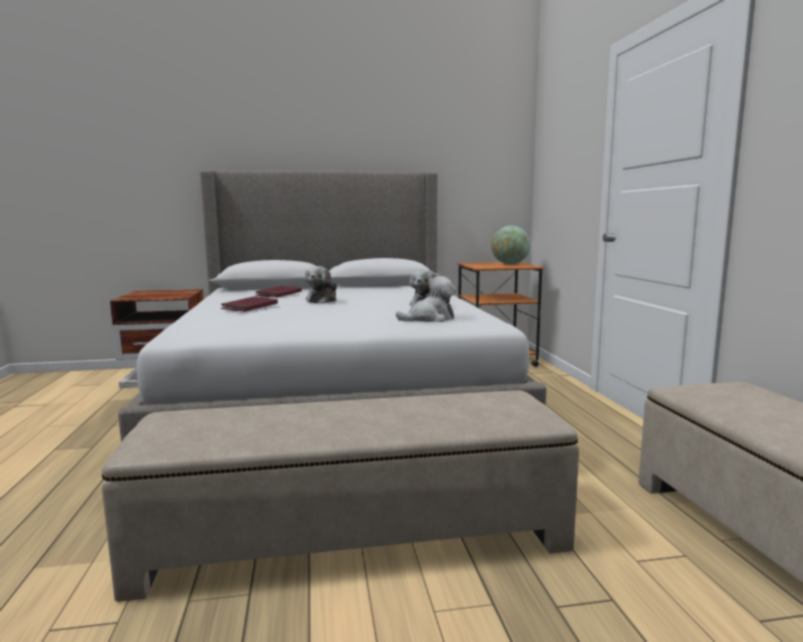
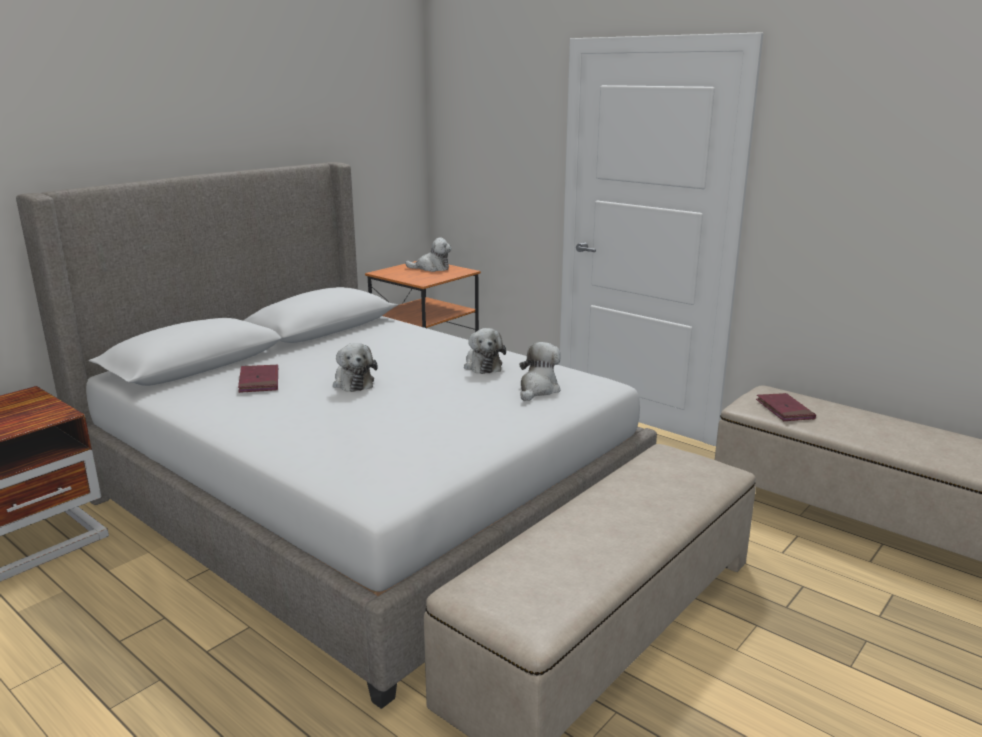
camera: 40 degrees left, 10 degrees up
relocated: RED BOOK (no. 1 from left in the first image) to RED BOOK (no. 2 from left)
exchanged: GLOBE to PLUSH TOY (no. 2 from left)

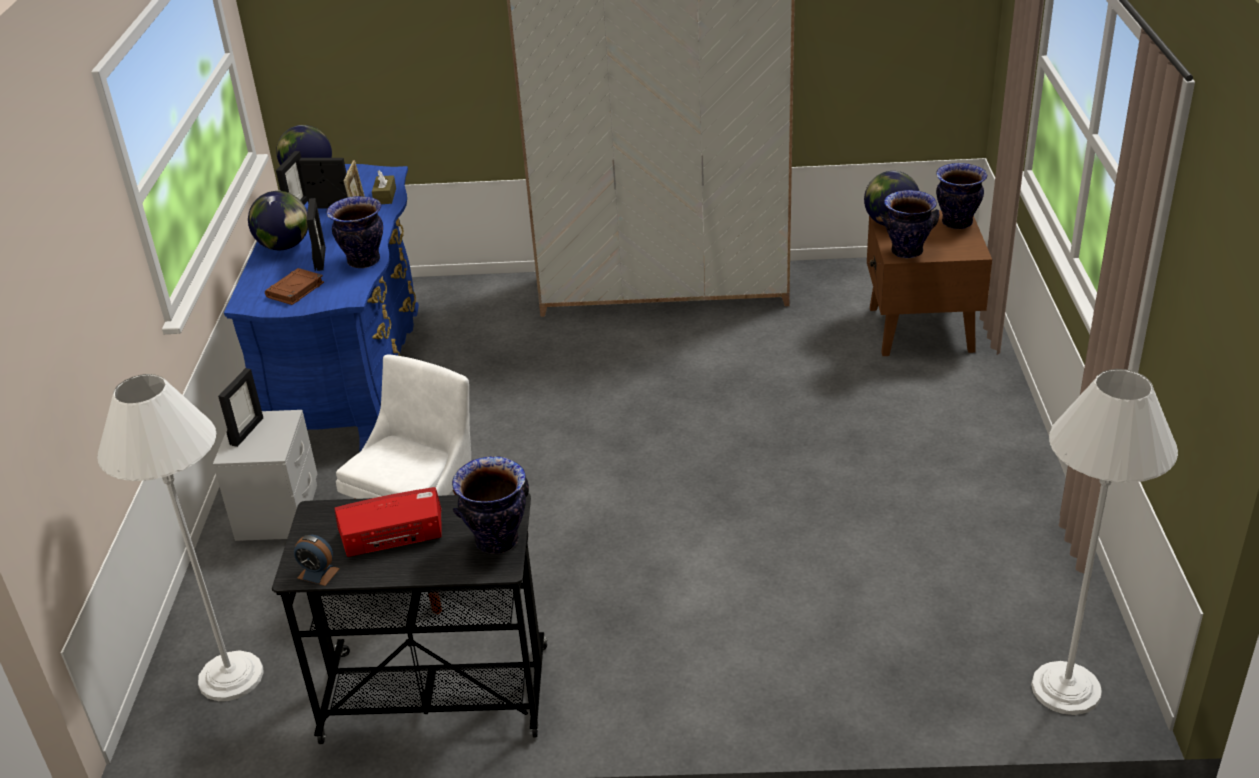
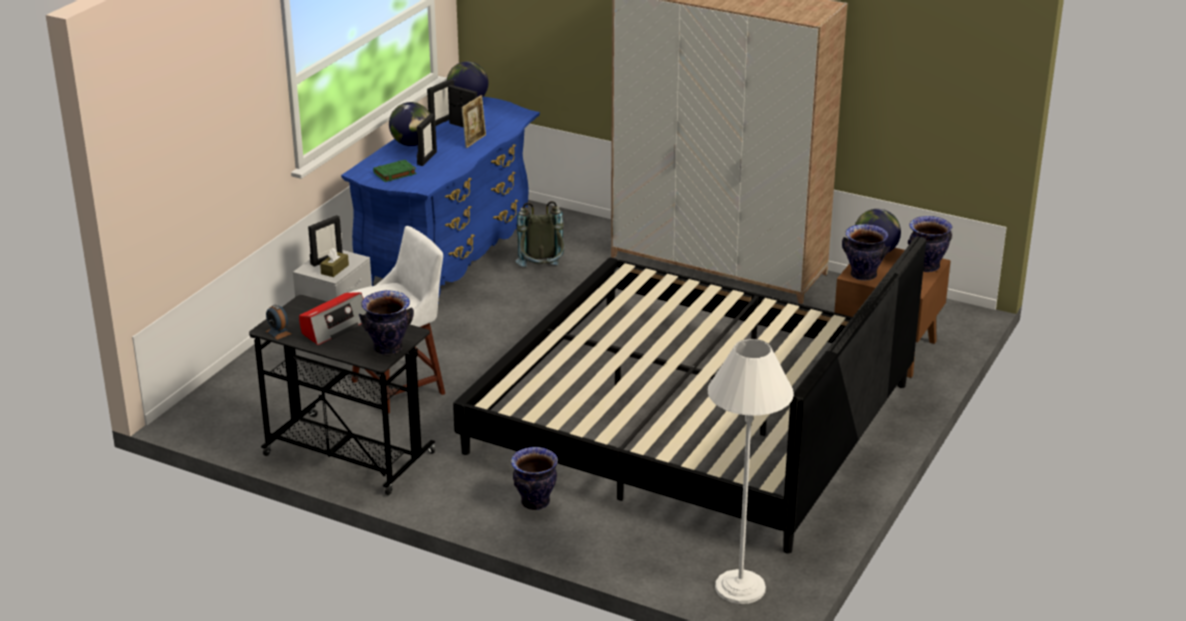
camera: 25 degrees right, 5 degrees down
missing: WHITE FLOOR LAMP (no. 1 from left)
appeared: BED; GREY BACKPACK
relocated: BROWN TISSUE BOX; VASE (no. 1 from left in the first image) to VASE (no. 2 from left)
colour: BROWN BOOK to GREEN BOOK
spun: RADIO 120 degrees clockwise

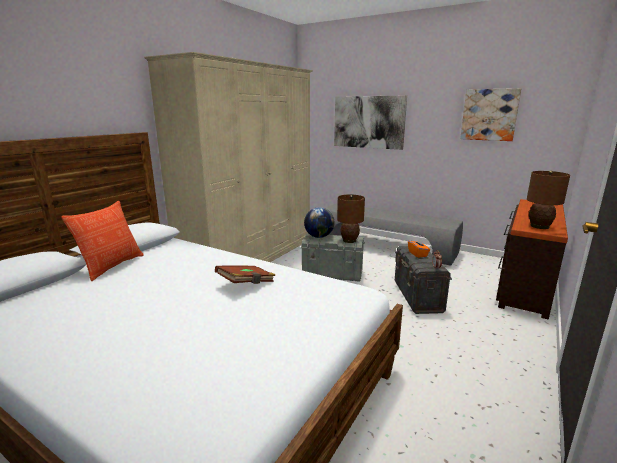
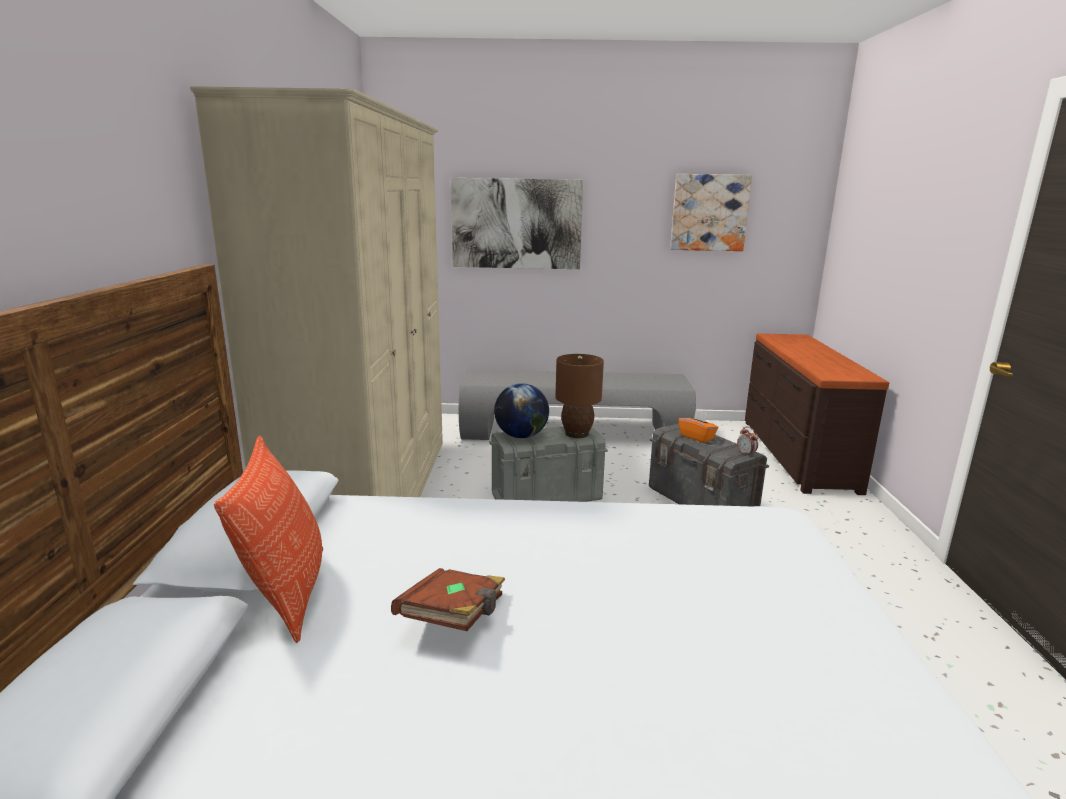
camera: 30 degrees left, 0 degrees up
missing: BROWN TABLE LAMP (no. 2 from left)
relocated: BROWN BOOK

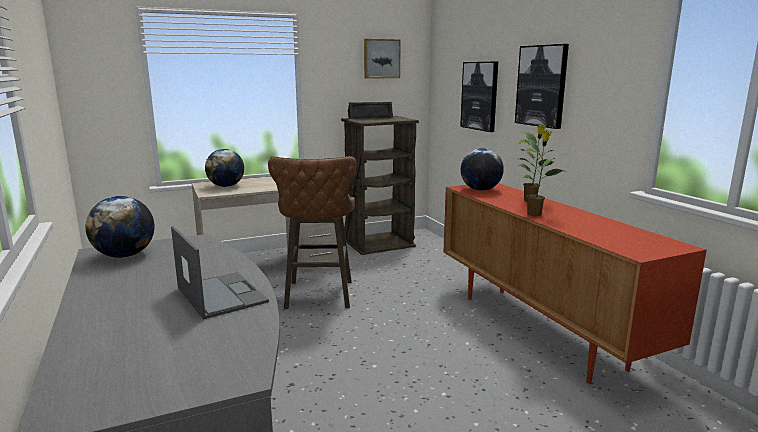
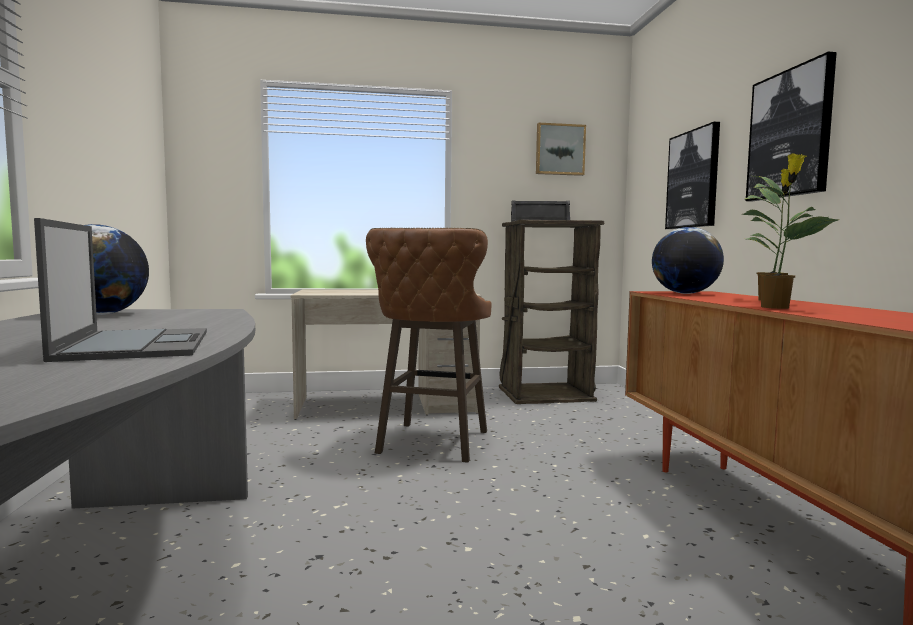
camera: 15 degrees right, 10 degrees down
missing: GLOBE (no. 2 from left)

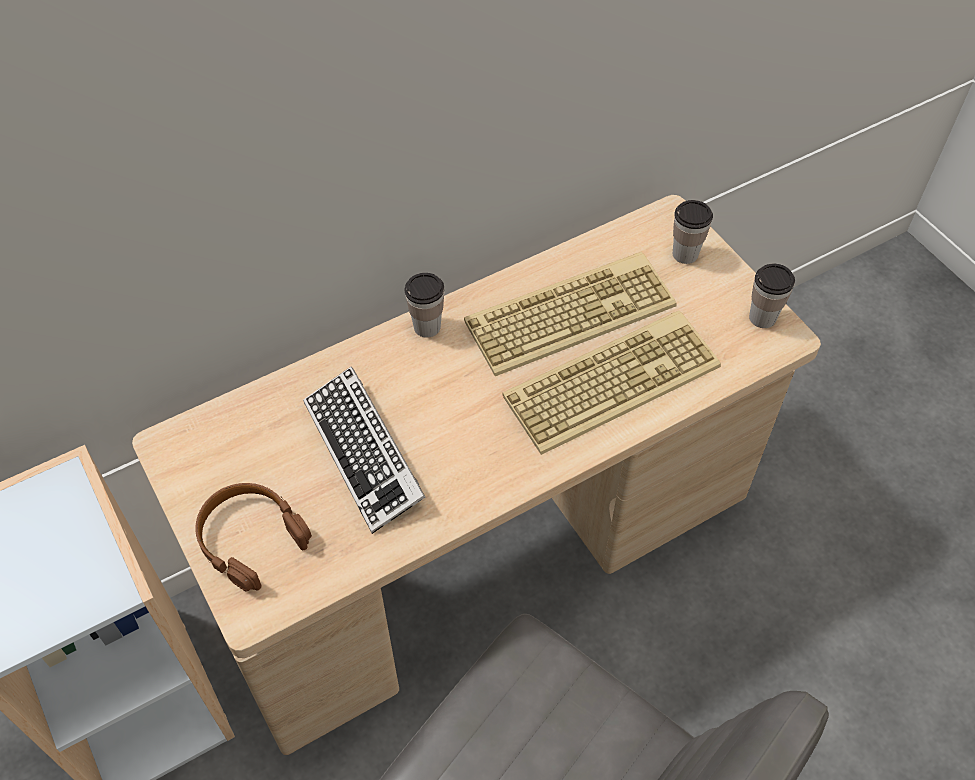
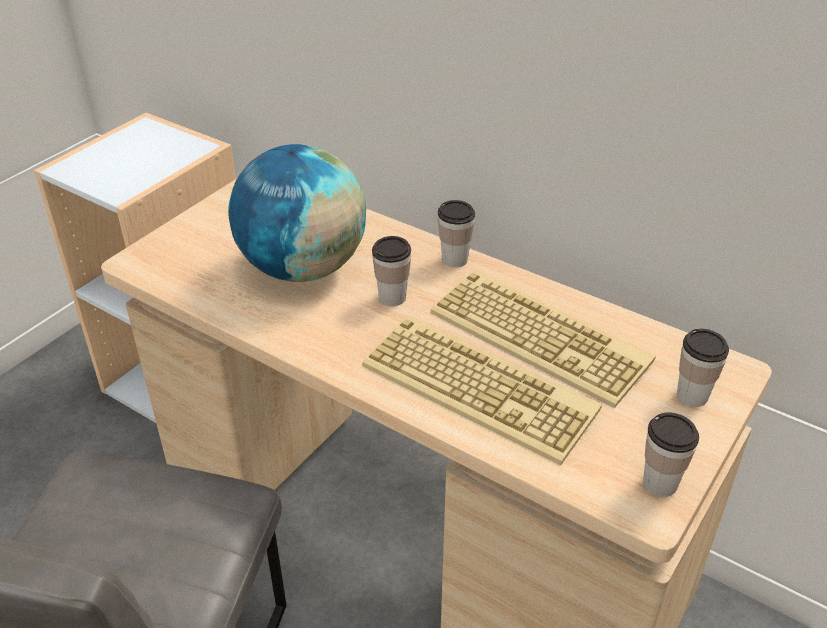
camera: 65 degrees right, 15 degrees down
missing: BROWN HEADPHONES
appeared: CUP (no. 1 from left)
exchanged: KEYBOARD (no. 1 from left) to GLOBE

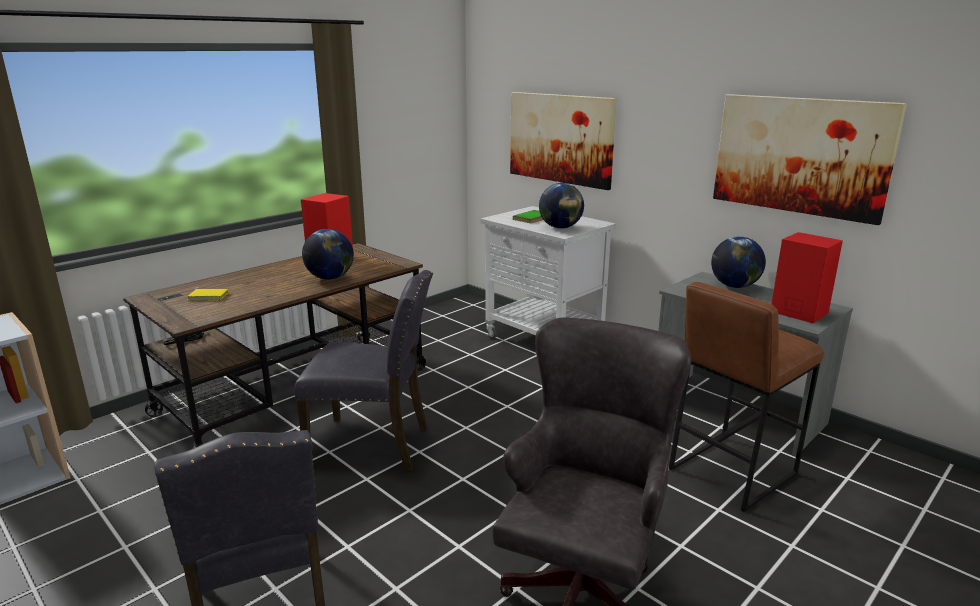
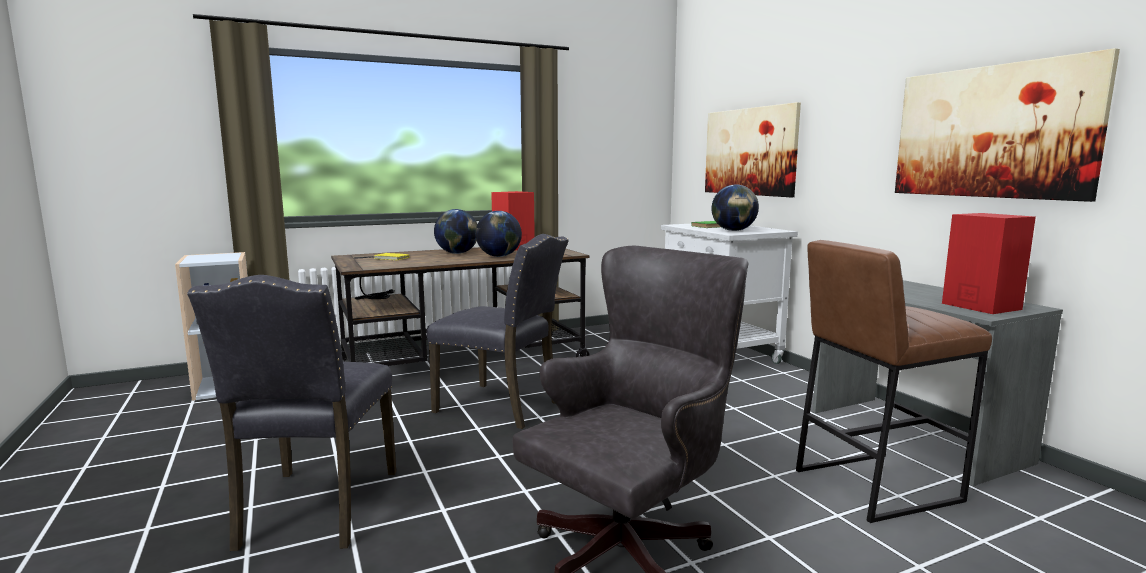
camera: 20 degrees right, 10 degrees down
relocated: GLOBE (no. 3 from left in the first image) to GLOBE (no. 1 from left)

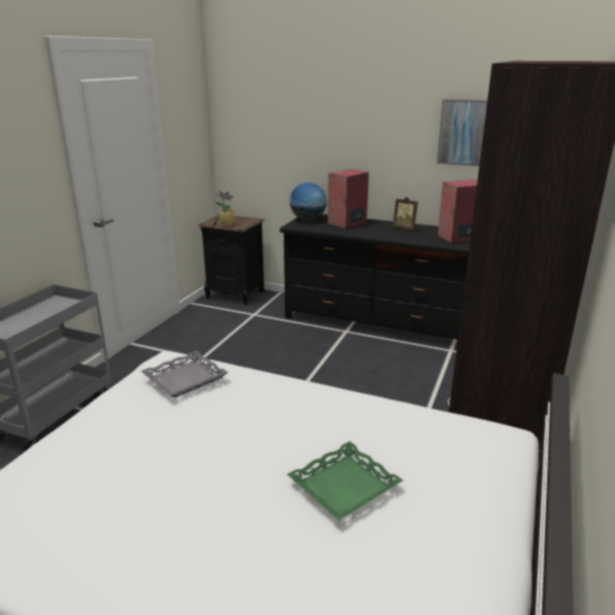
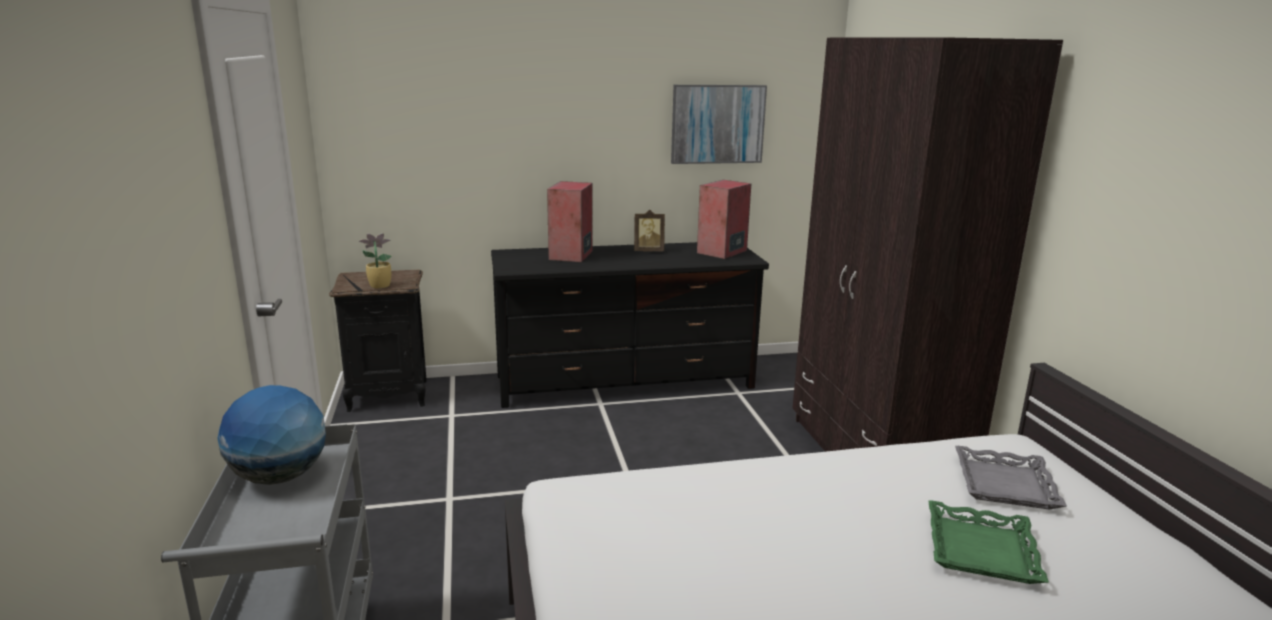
camera: 35 degrees left, 5 degrees down
relocated: GLOBE; GREY TRAY

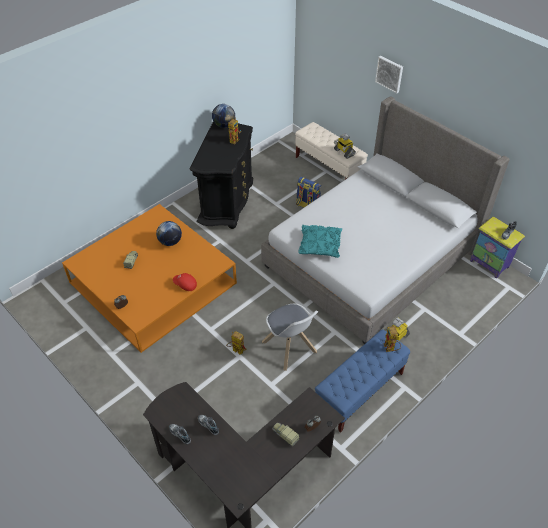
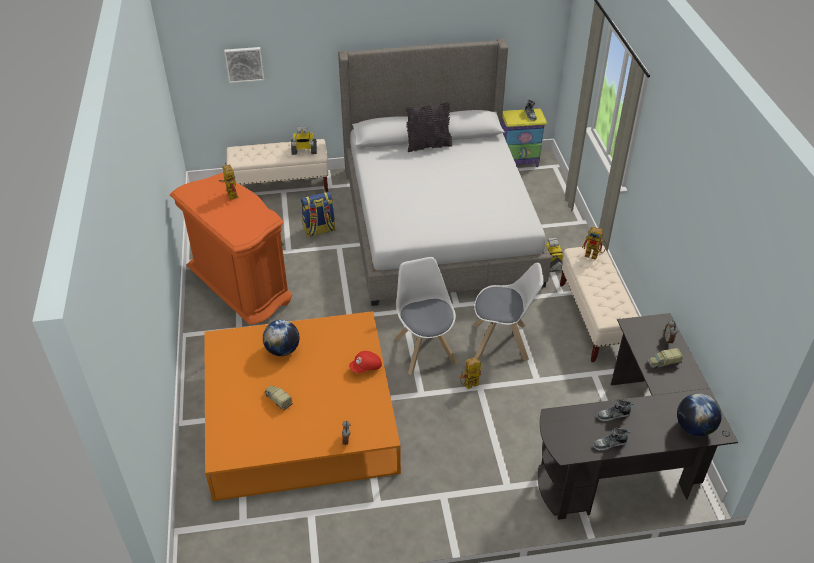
camera: 55 degrees left, 5 degrees down
missing: TURQUOISE PILLOW
appeared: CHAIR (no. 1 from left); BLACK PILLOW
relocated: PICTURE; GLOBE (no. 2 from left)
colour: BLACK DRESSER to ORANGE DRESSER; BLUE BENCH to BEIGE BENCH (no. 2 from left)

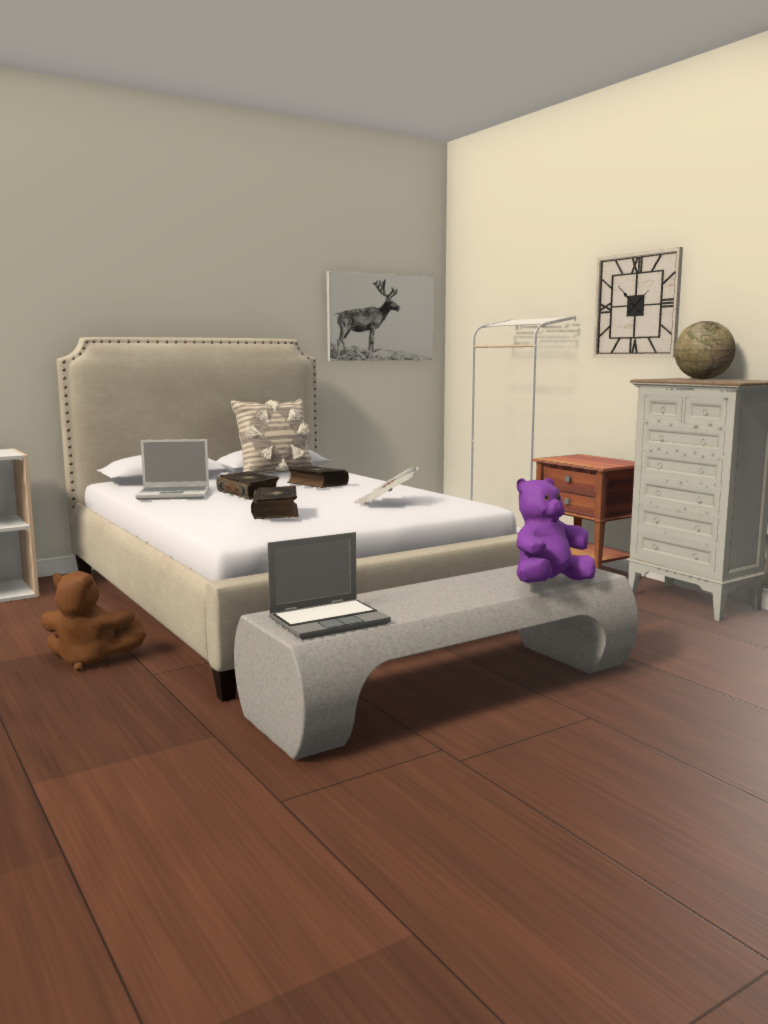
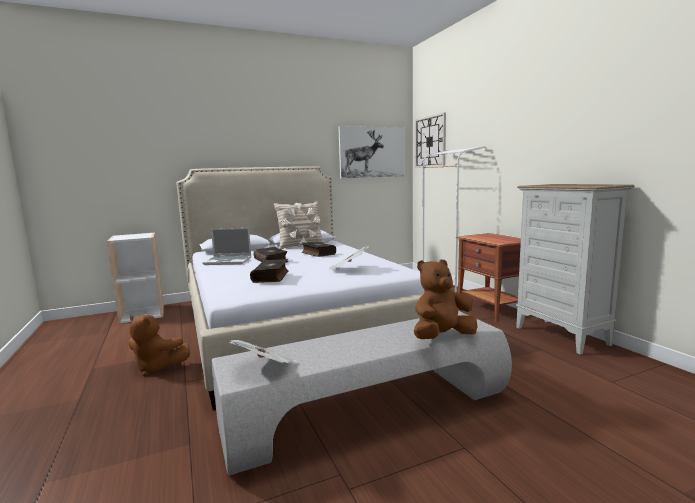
camera: 10 degrees right, 0 degrees up
missing: GLOBE
relocated: WALL CLOCK
exchanged: LAPTOP (no. 2 from left) to NEWSPAPER (no. 1 from left)
colour: PURPLE PLUSH TOY to BROWN PLUSH TOY (no. 2 from left)

